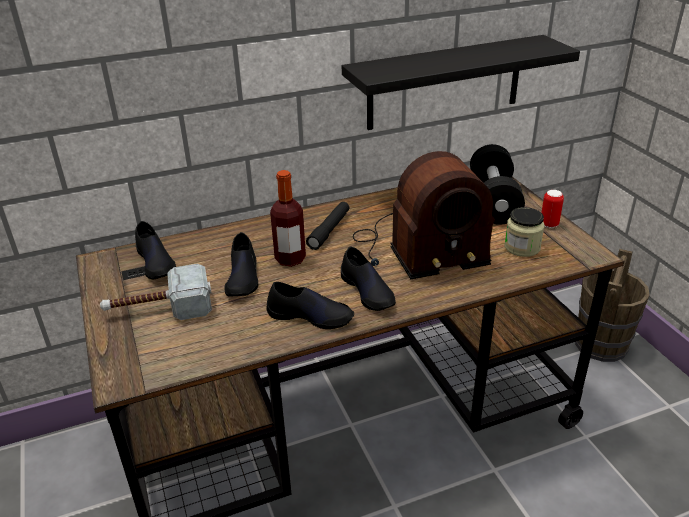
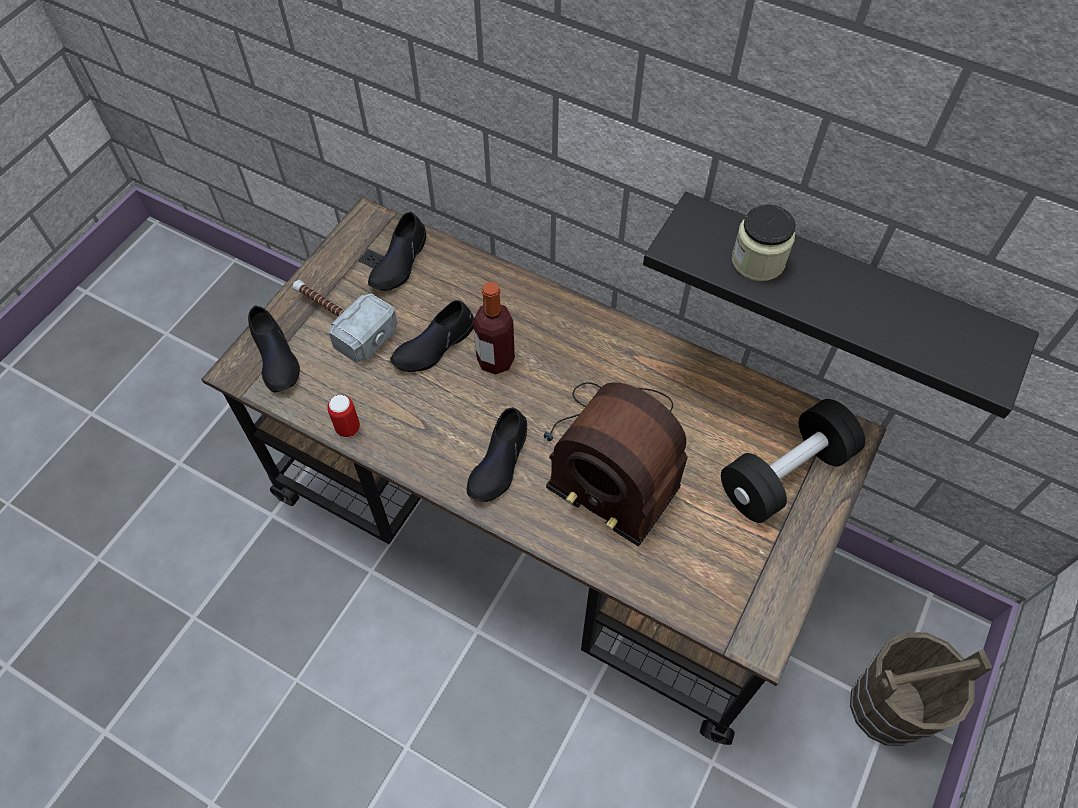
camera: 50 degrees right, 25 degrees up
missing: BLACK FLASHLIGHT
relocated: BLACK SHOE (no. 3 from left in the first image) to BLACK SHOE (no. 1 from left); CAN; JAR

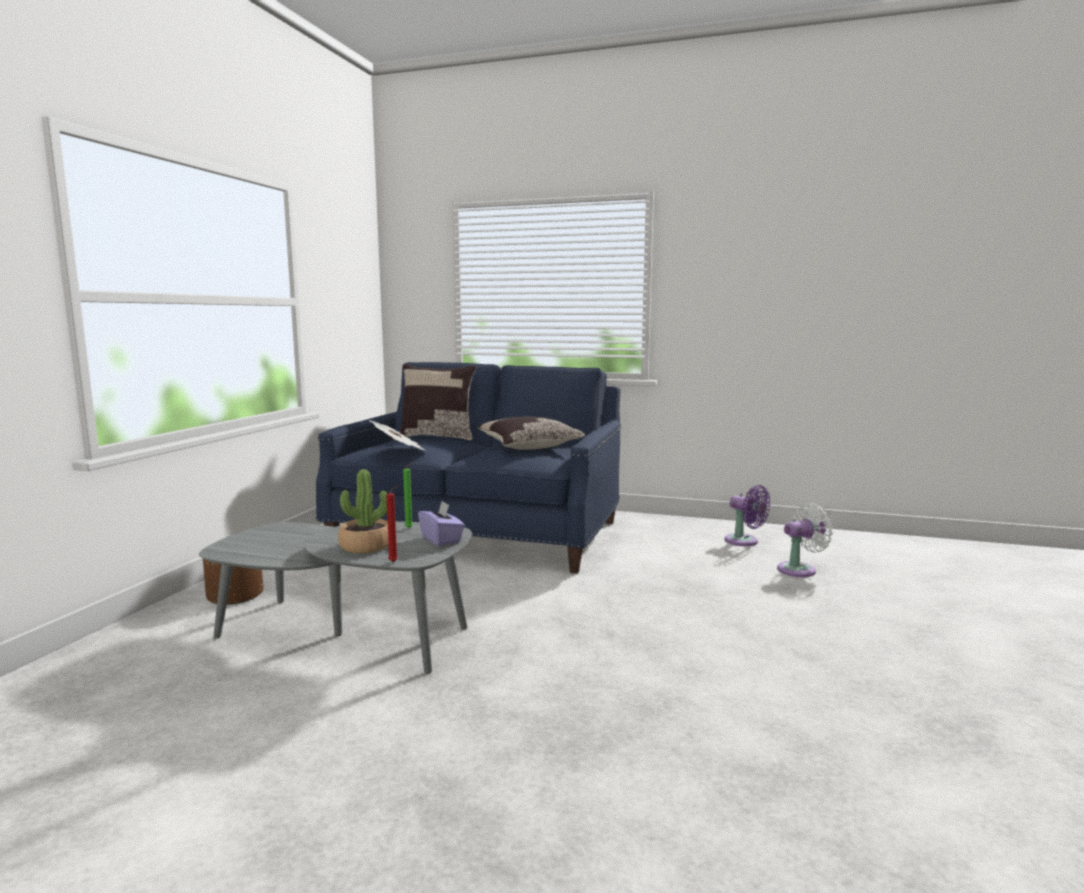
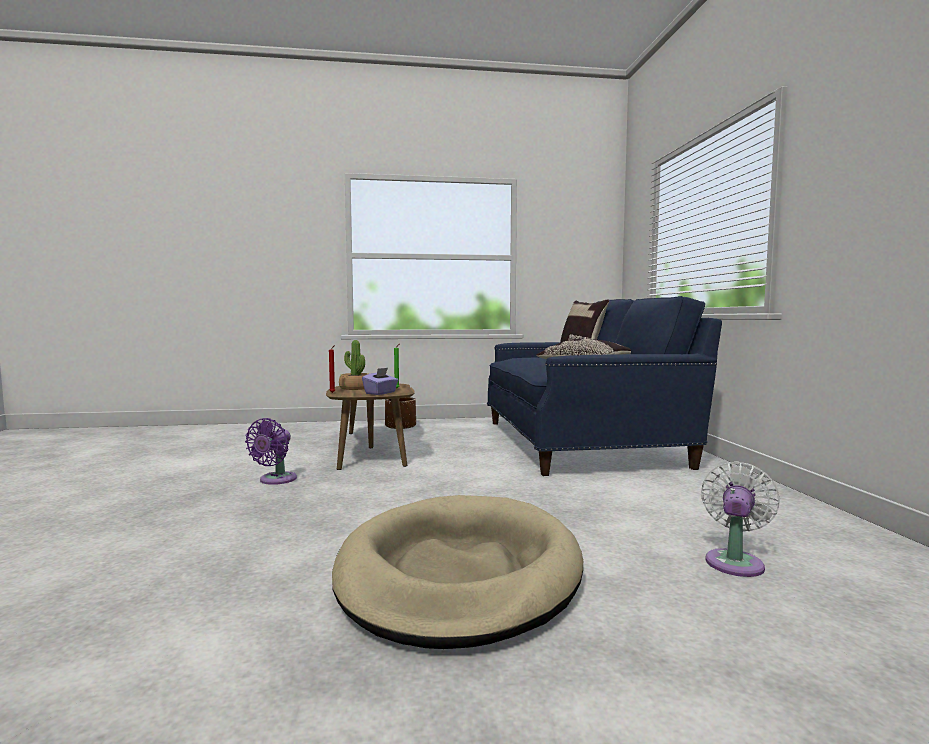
camera: 65 degrees right, 5 degrees down
missing: NEWSPAPER
appeared: BEIGE DOG BED
relocated: PURPLE FAN
colour: GREY COFFEE TABLE to BROWN COFFEE TABLE
spun: WHITE FAN 105 degrees counterclockwise

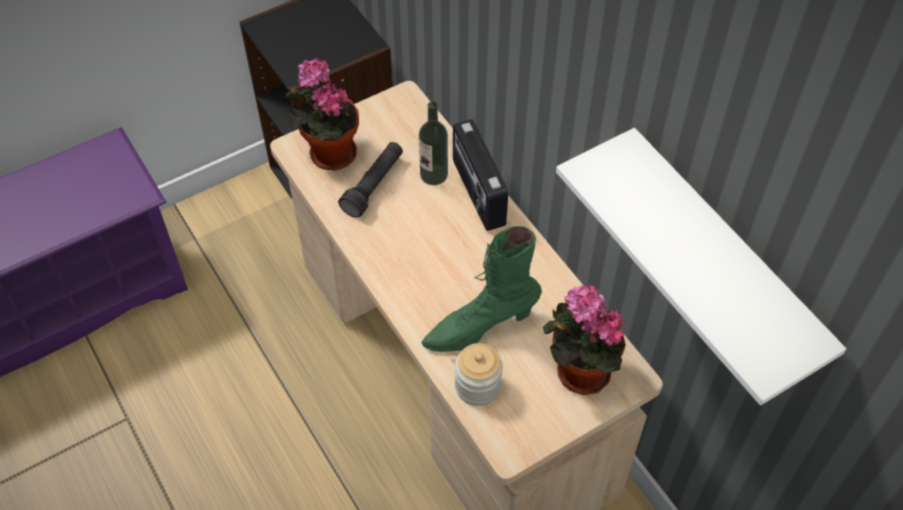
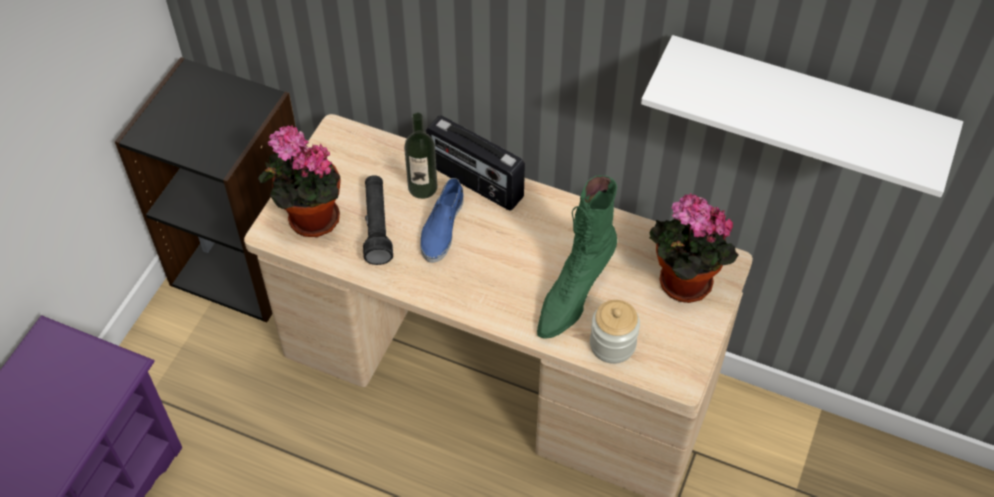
camera: 35 degrees left, 0 degrees up
appeared: BLUE SHOE

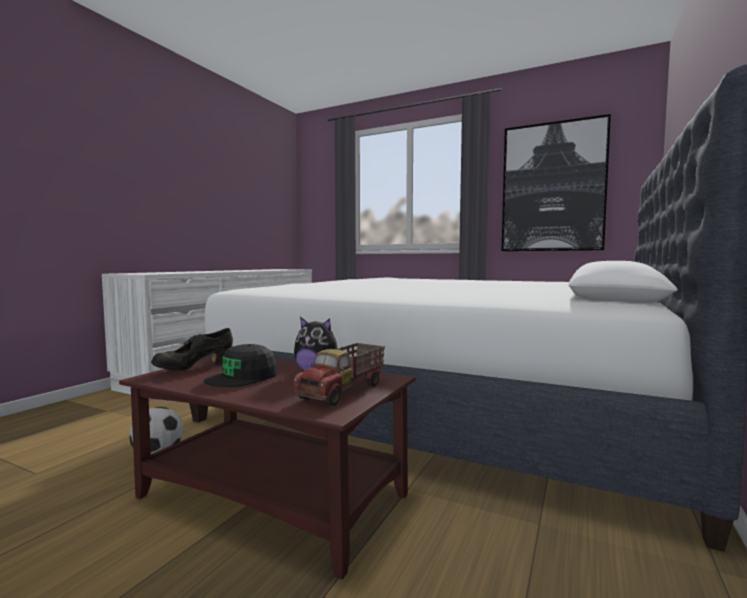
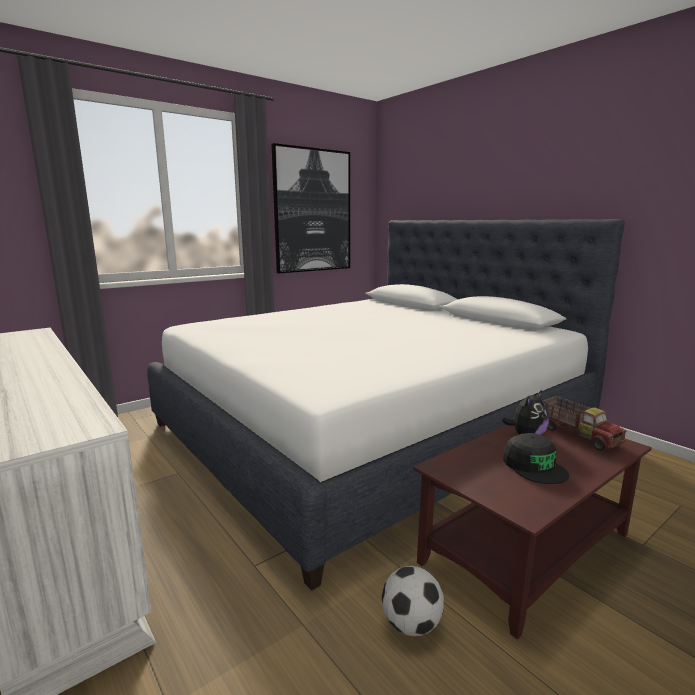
camera: 65 degrees left, 10 degrees up
missing: BLACK SHOE

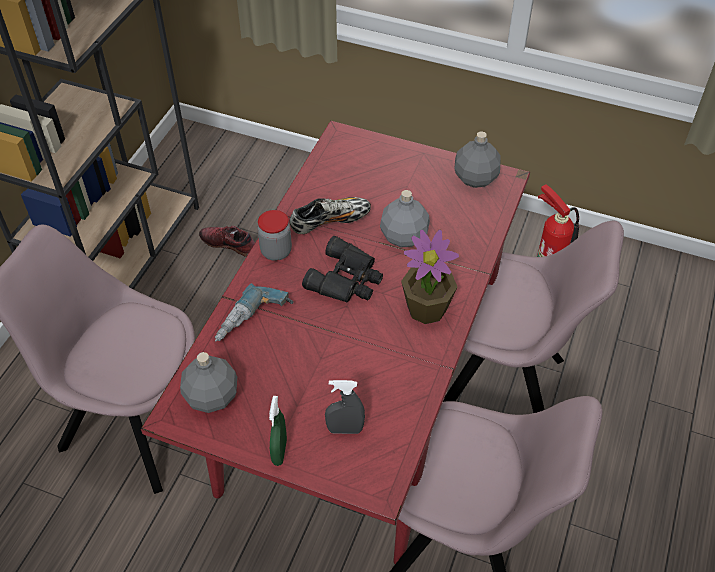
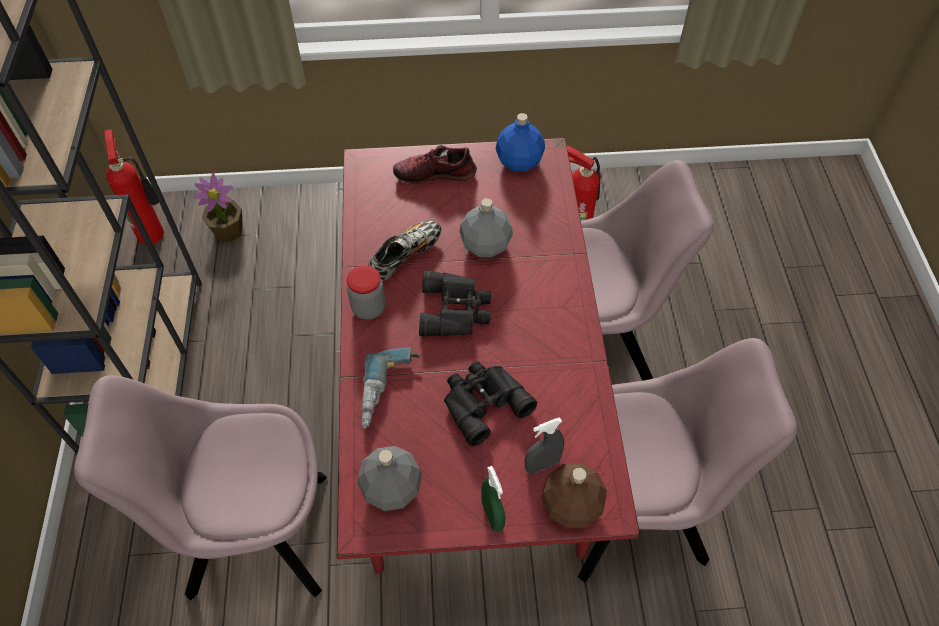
camera: 25 degrees left, 5 degrees up
appeared: FIRE EXTINGUISHER (no. 1 from left); BLACK BINOCULARS (no. 2 from left); BROWN BOTTLE
relocated: POTTED PLANT; SHOE (no. 1 from left in the first image) to SHOE (no. 2 from left)
colour: GREY BOTTLE (no. 3 from left) to BLUE BOTTLE

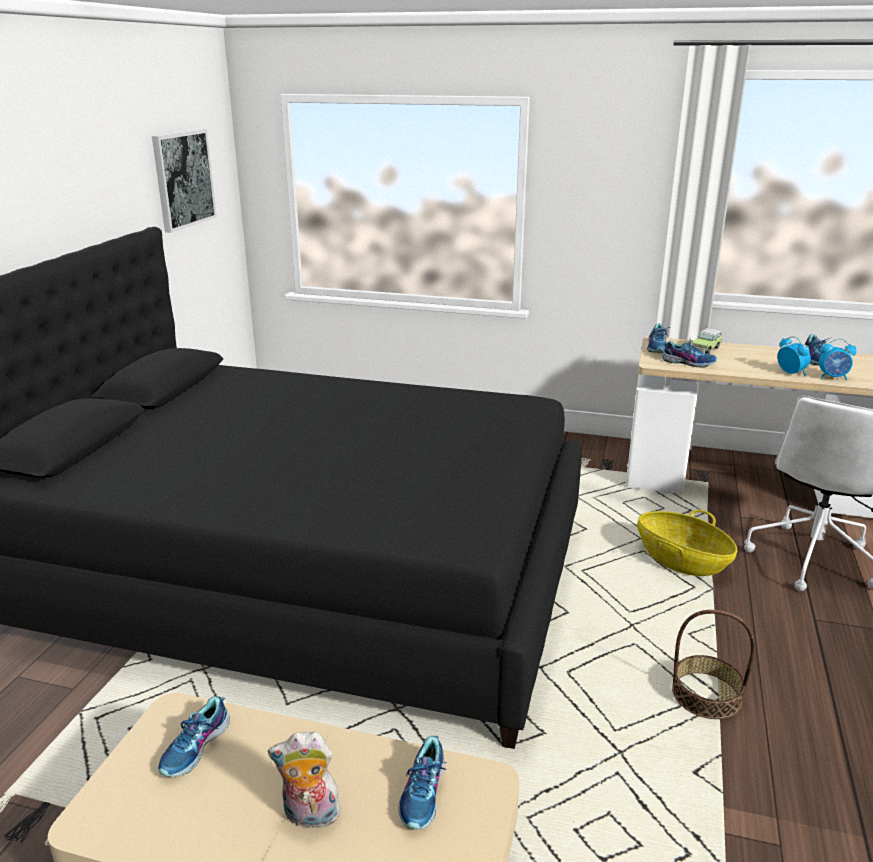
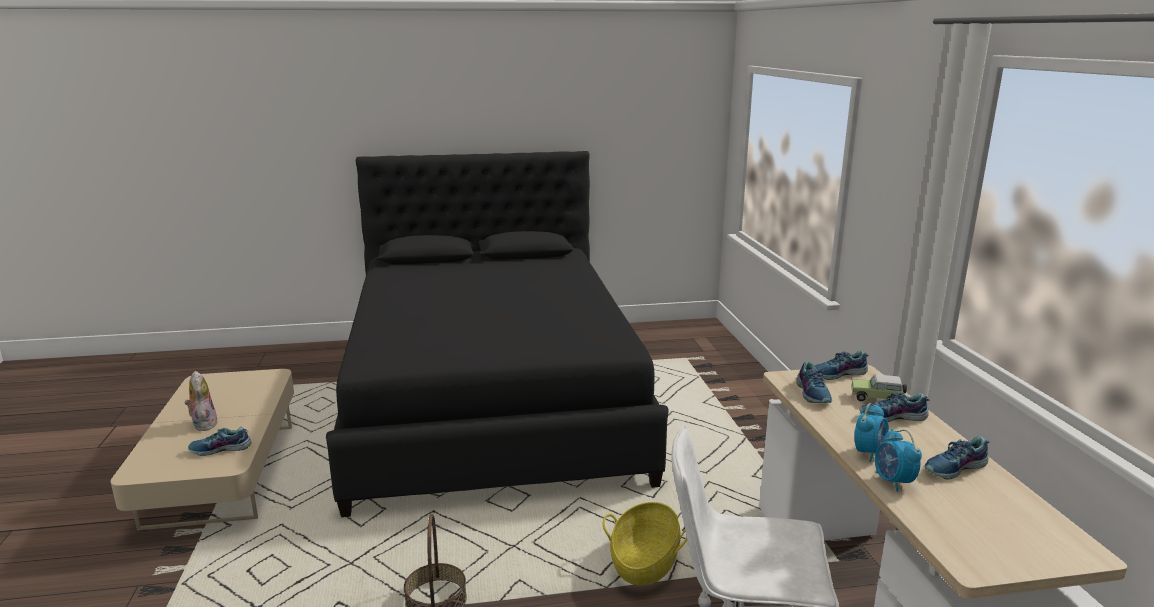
camera: 65 degrees right, 5 degrees down
missing: PICTURE
relocated: SHOE (no. 1 from left in the first image) to SHOE (no. 4 from left)

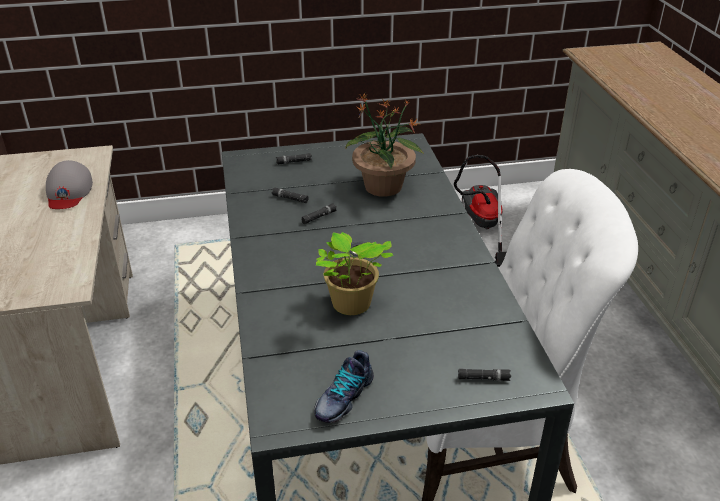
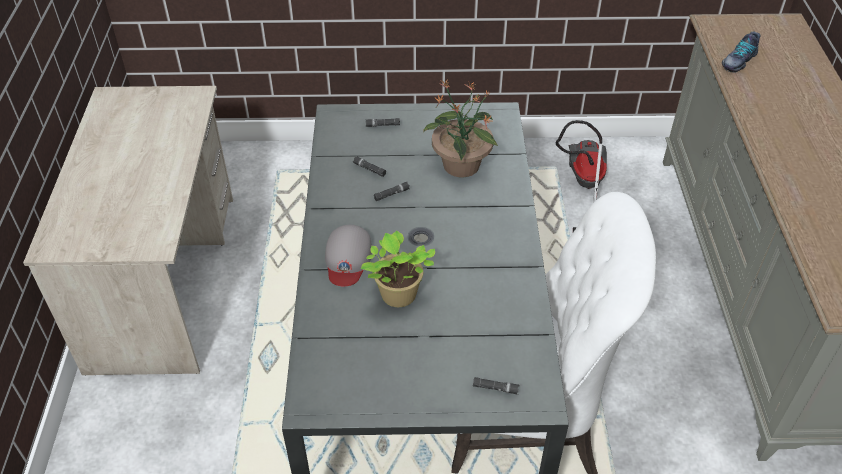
camera: 10 degrees right, 10 degrees up
relocated: GREY CAP; SHOE

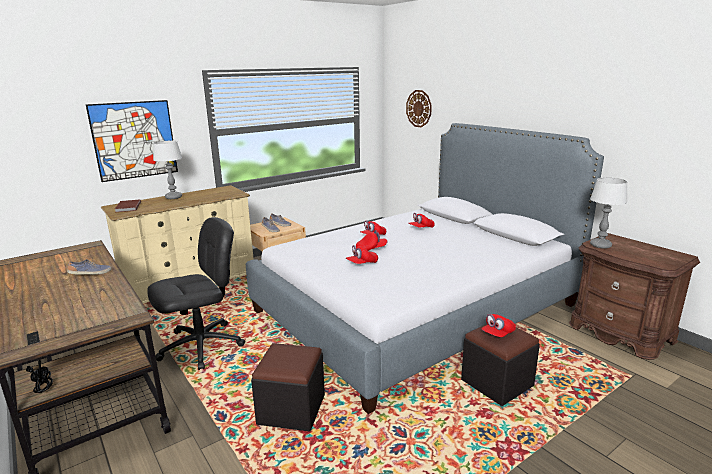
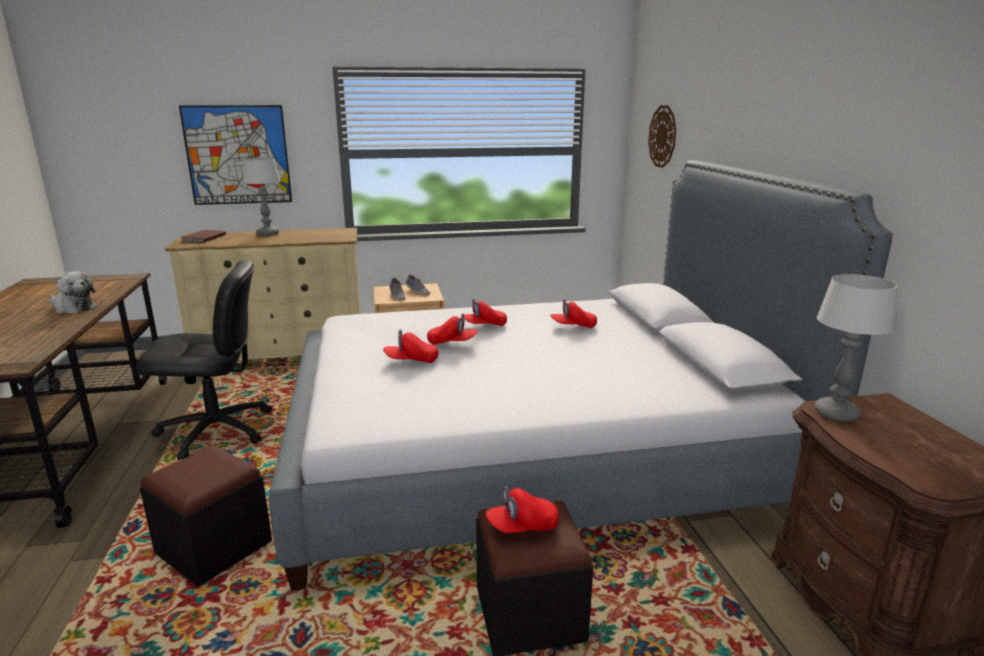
camera: 25 degrees right, 0 degrees up
exchanged: SHOE (no. 1 from left) to PLUSH TOY

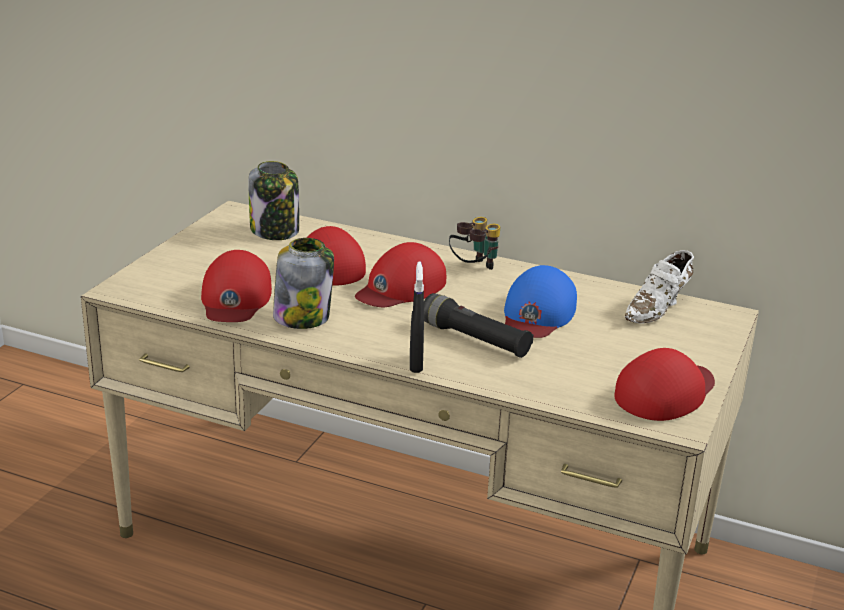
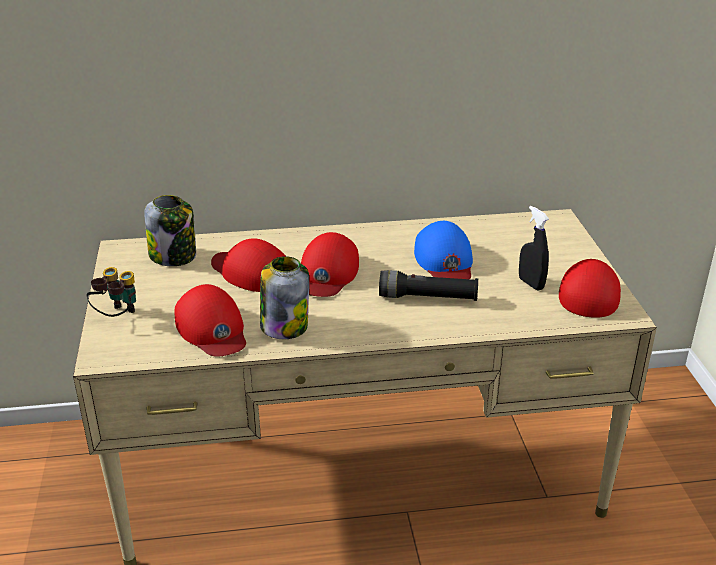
camera: 30 degrees left, 5 degrees up
missing: WHITE SHOE
relocated: BINOCULARS; BLACK SPRAY BOTTLE

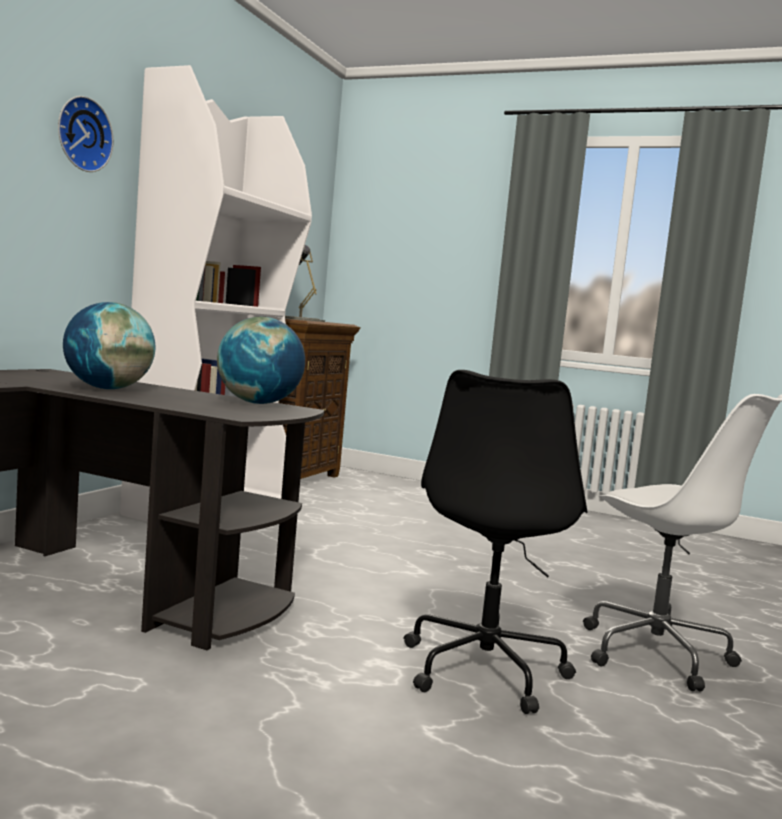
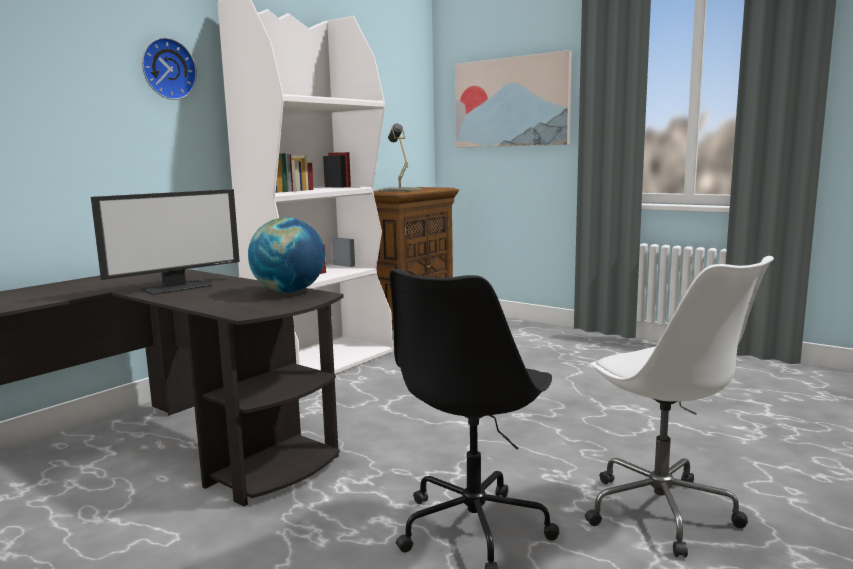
camera: 15 degrees right, 5 degrees up
appeared: PICTURE
exchanged: GLOBE (no. 1 from left) to MONITOR

